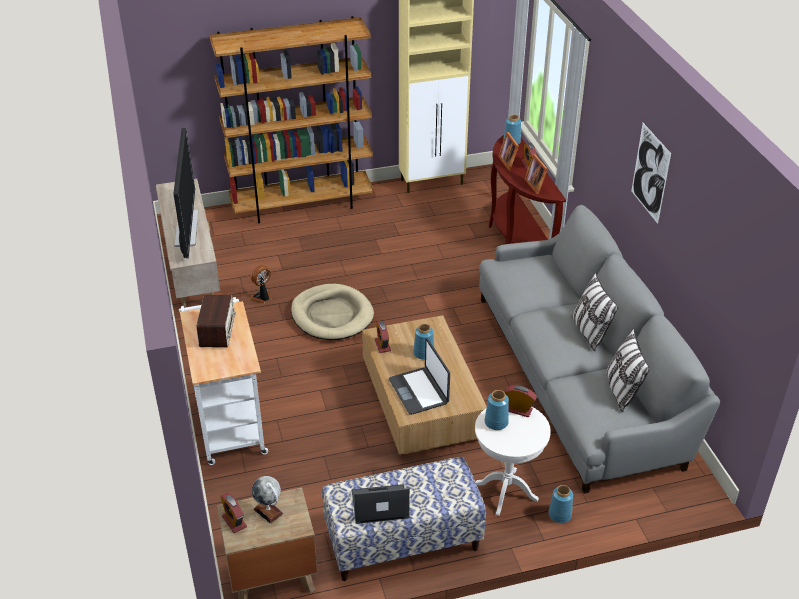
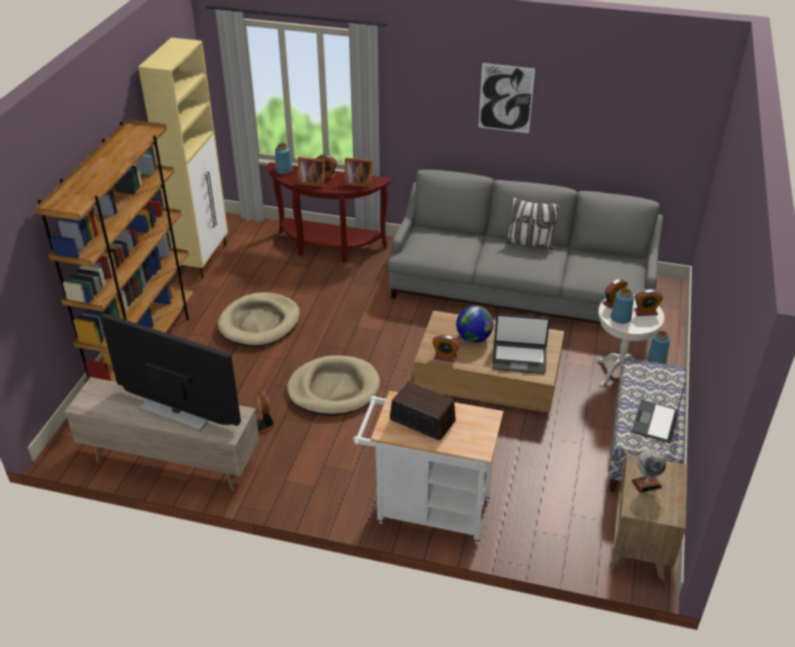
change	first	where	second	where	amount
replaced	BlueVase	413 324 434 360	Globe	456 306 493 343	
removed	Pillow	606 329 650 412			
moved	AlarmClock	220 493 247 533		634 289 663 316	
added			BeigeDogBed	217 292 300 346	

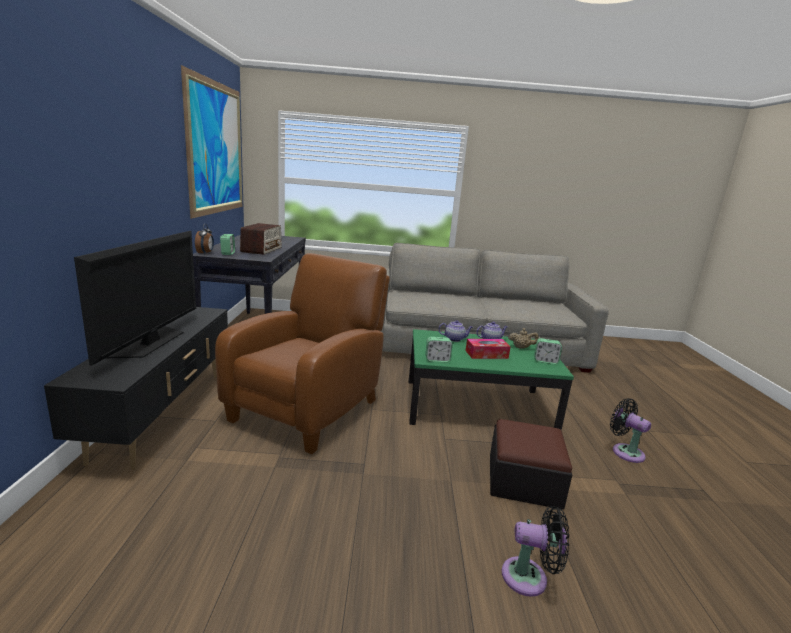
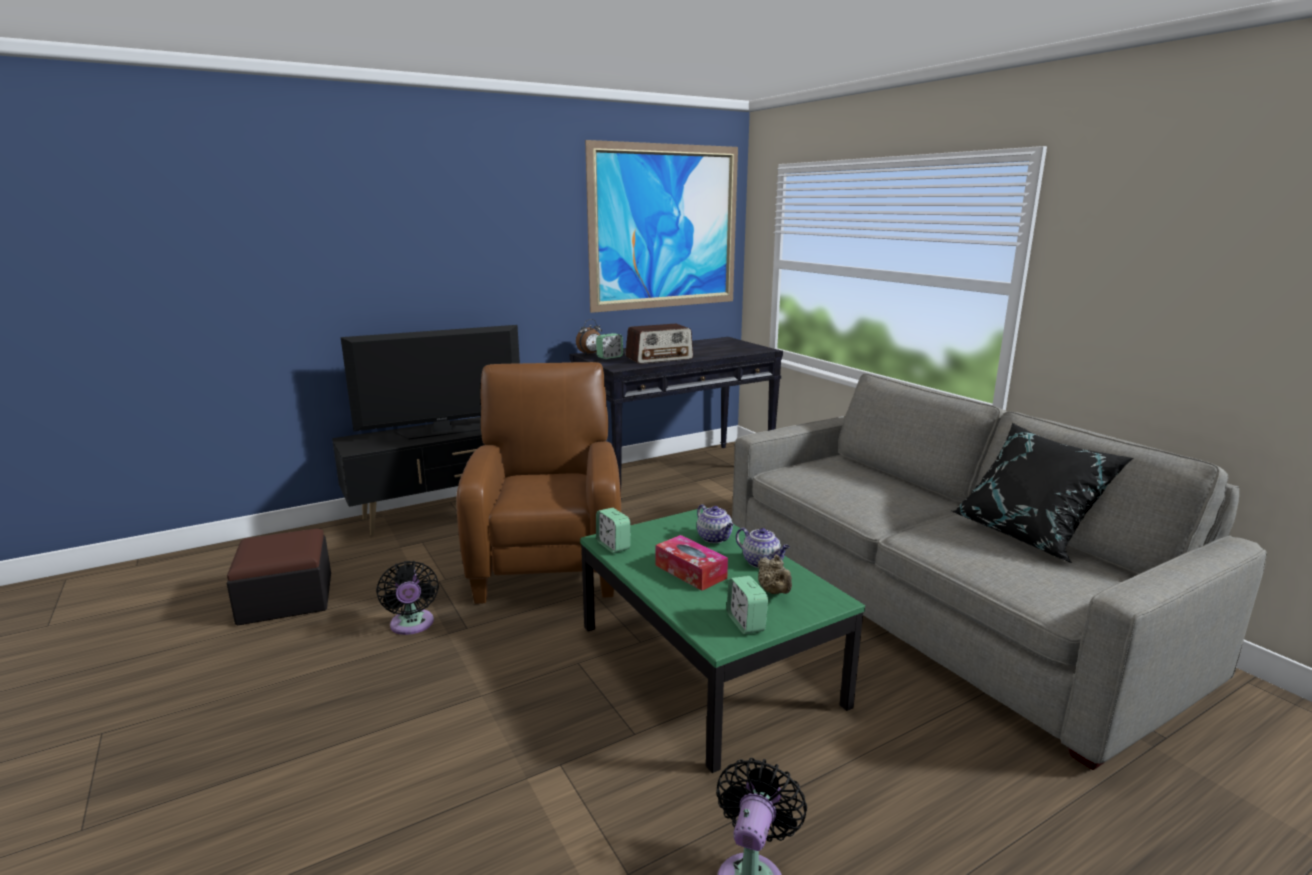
change	first	where	second	where	amount
turned	BrownArmchair	215 253 389 454		456 362 621 604	90 degrees counterclockwise
moved	Ottoman	490 419 572 510		227 529 331 626	
moved	BlackFan	502 506 569 597		376 561 439 635	
added			BlackPillow	952 423 1133 563	

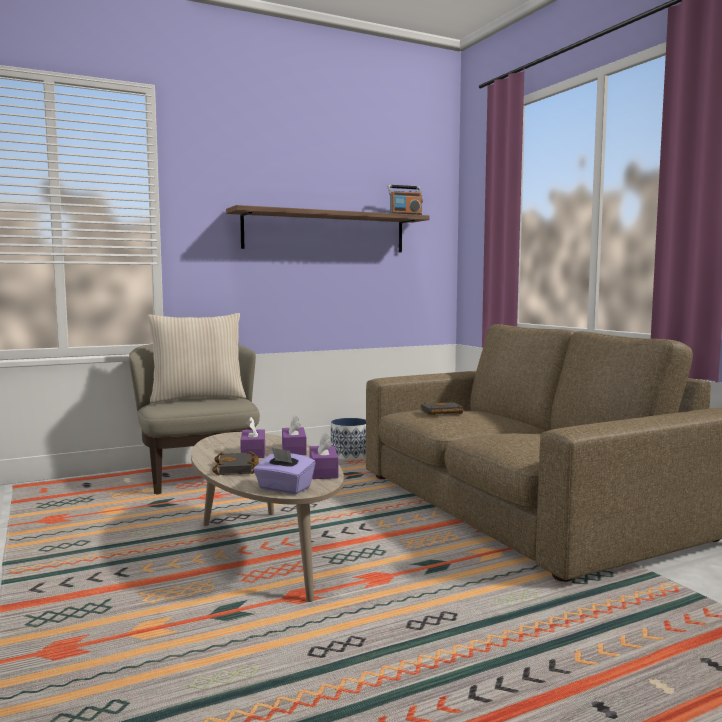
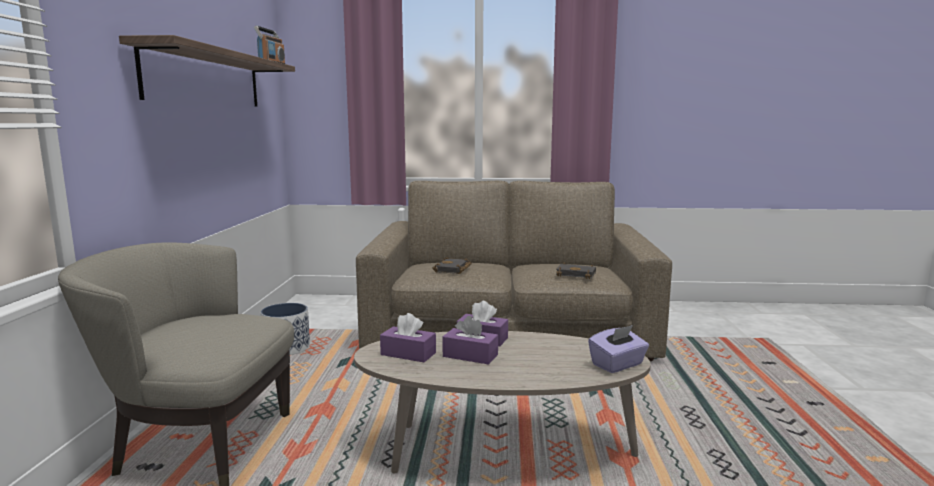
change	first	where	second	where	amount
removed	BeigePillow	147 313 246 403			
moved	PurpleTissueBox	310 432 338 479		380 313 436 362	
moved	BlackBook	212 451 259 475		556 262 596 279	

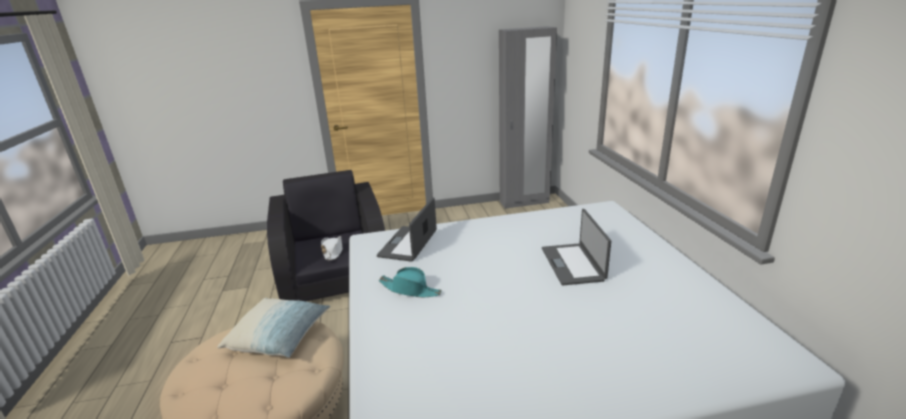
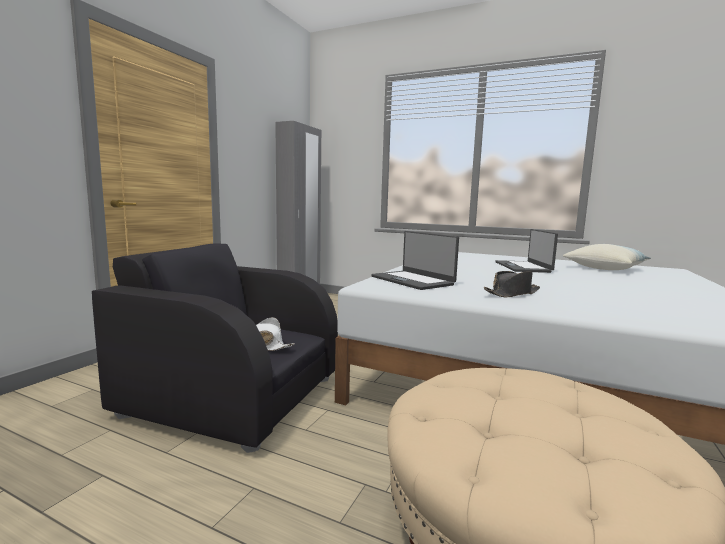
change	first	where	second	where	amount
turned	Laptop	542 209 611 285		495 229 558 273	60 degrees clockwise
recoloured	TurquoiseHat	379 267 442 298	BlackHat	484 271 540 297	
moved	Pillow	217 298 330 358		563 244 651 270	

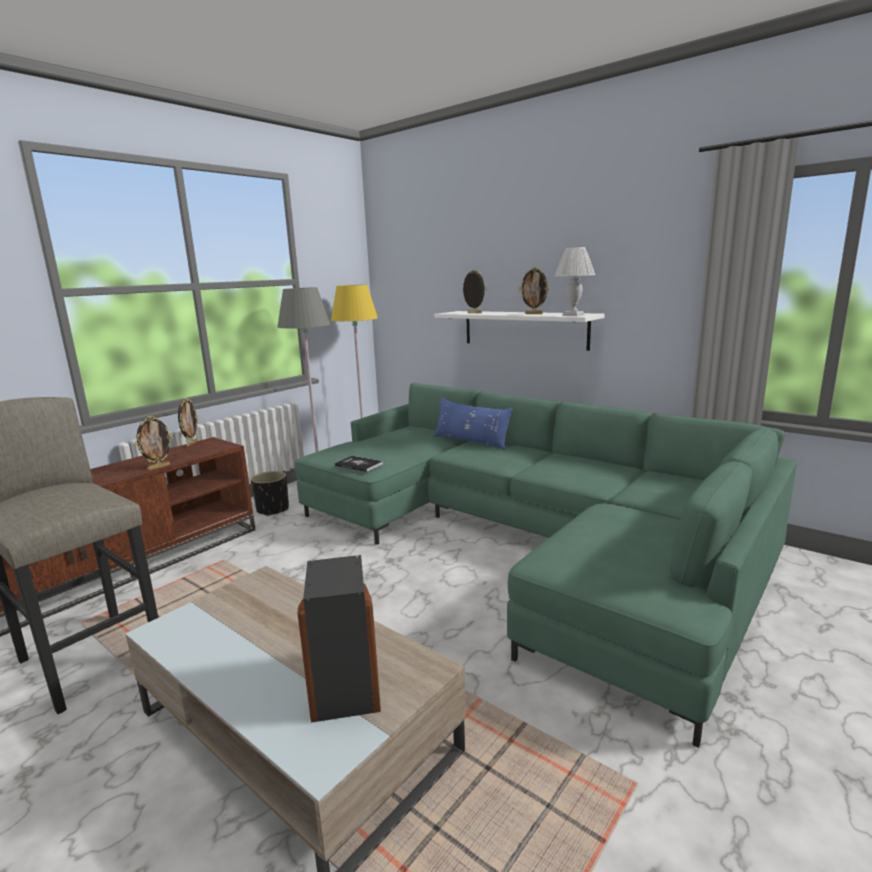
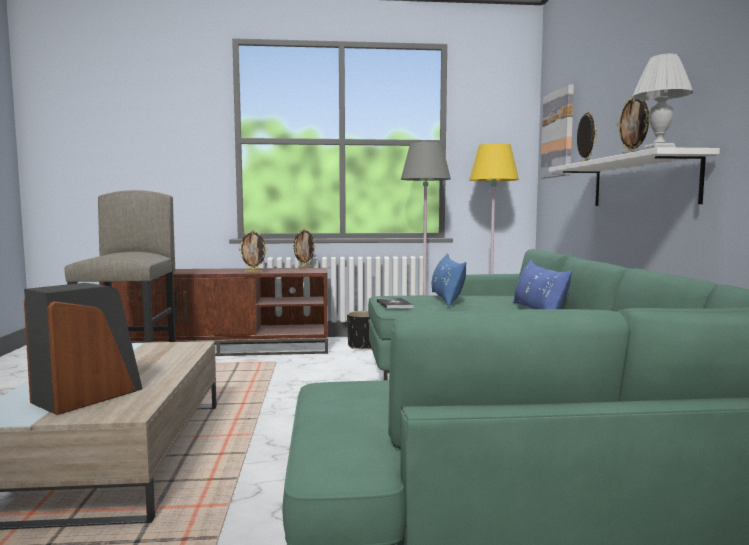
change	first	where	second	where	amount
added			Picture	540 84 574 179	
added			BluePillow	431 254 466 306	

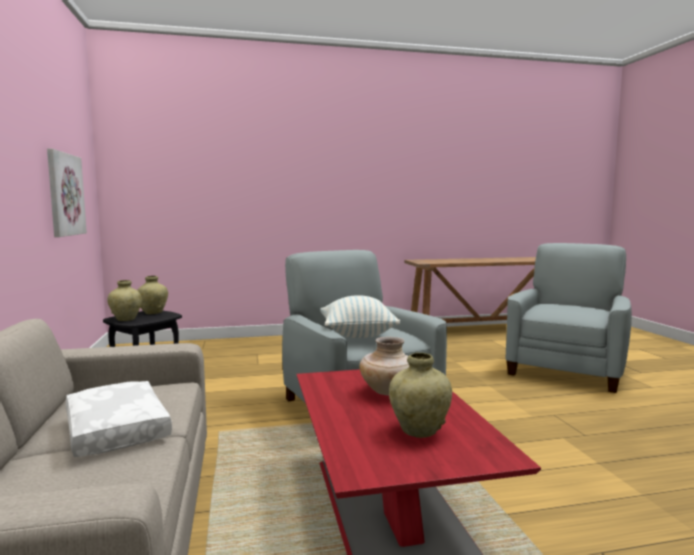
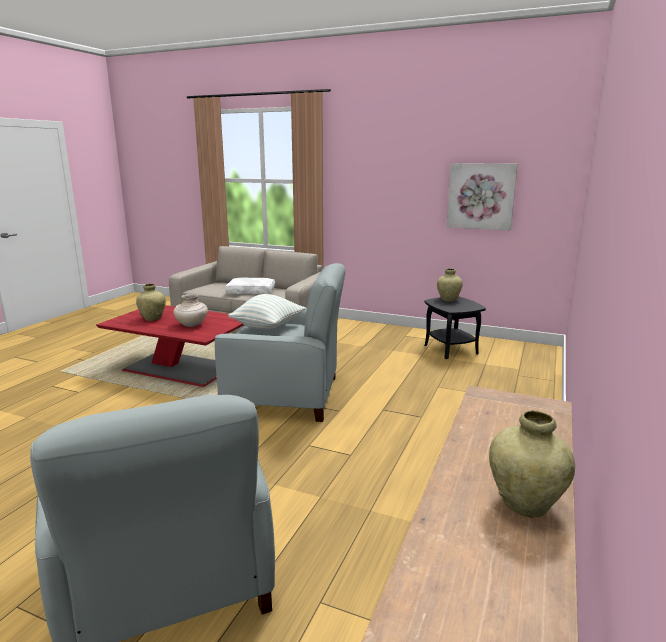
change	first	where	second	where	amount
moved	BeigeVase	137 276 168 314		489 410 575 518	

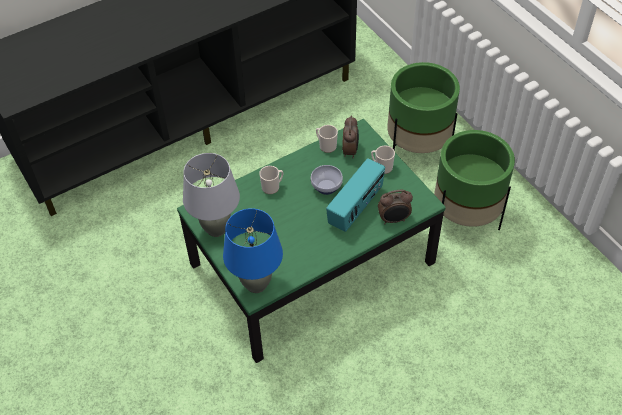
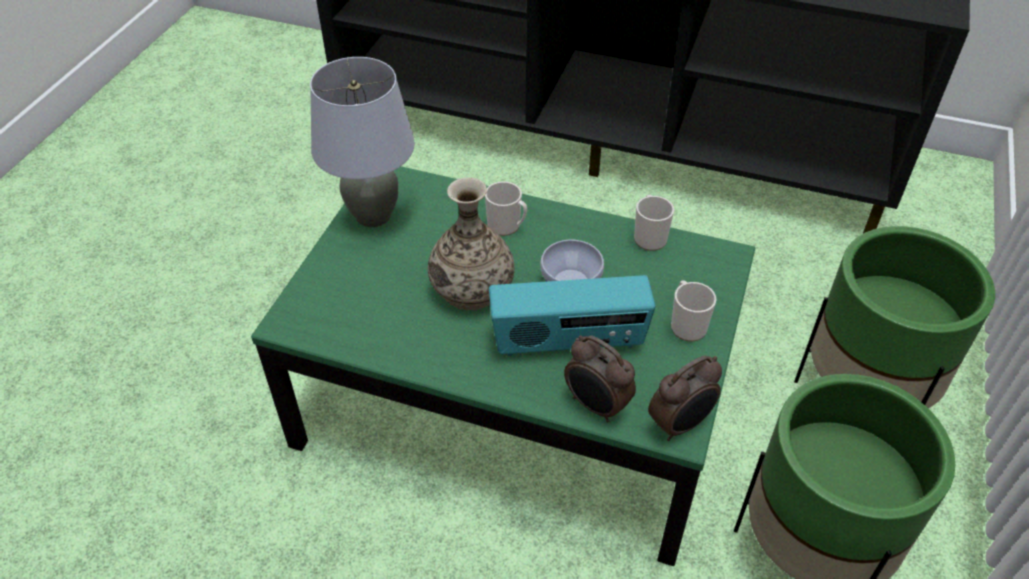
change	first	where	second	where	amount
moved	AlarmClock	342 115 359 159		648 356 722 441	
removed	BlueTableLamp	223 208 283 293			
added			Vase	428 177 514 310	

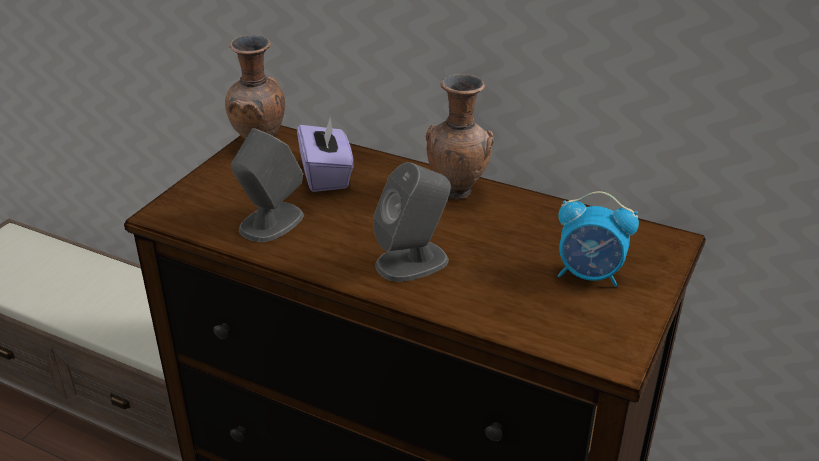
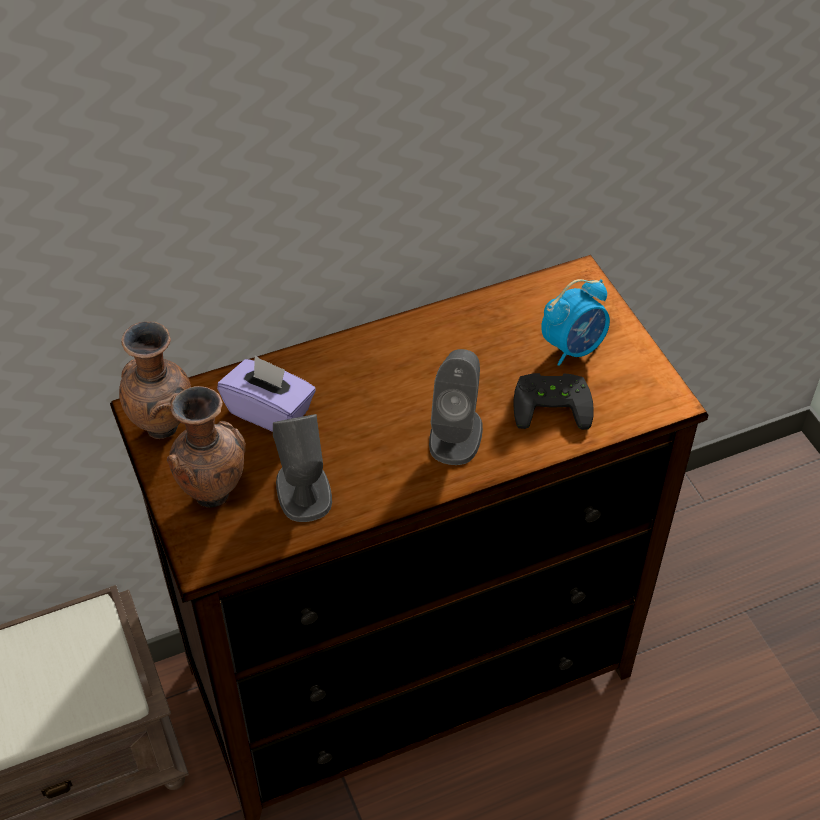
change	first	where	second	where	amount
moved	BrownVase	426 74 494 201		167 386 246 508	
added			BlackGameController	513 373 593 430	

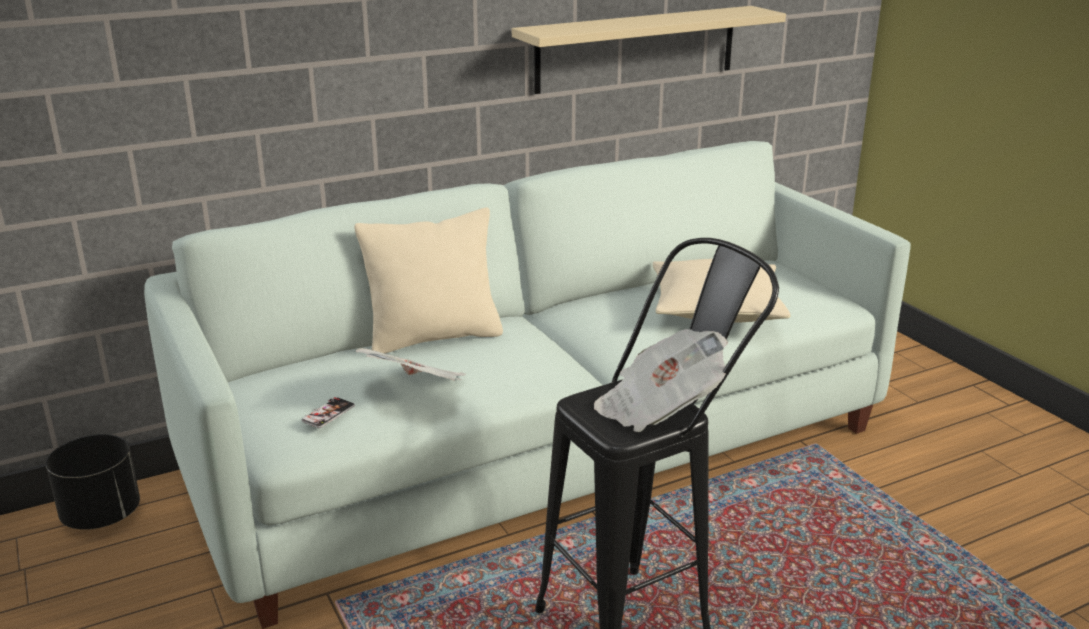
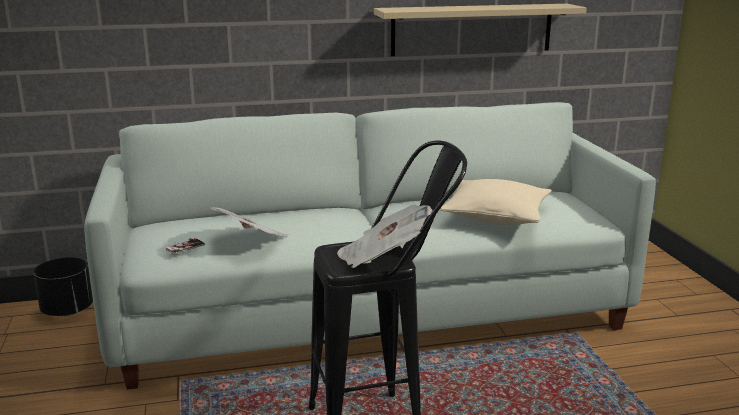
change	first	where	second	where	amount
removed	BeigePillow	354 207 503 353			

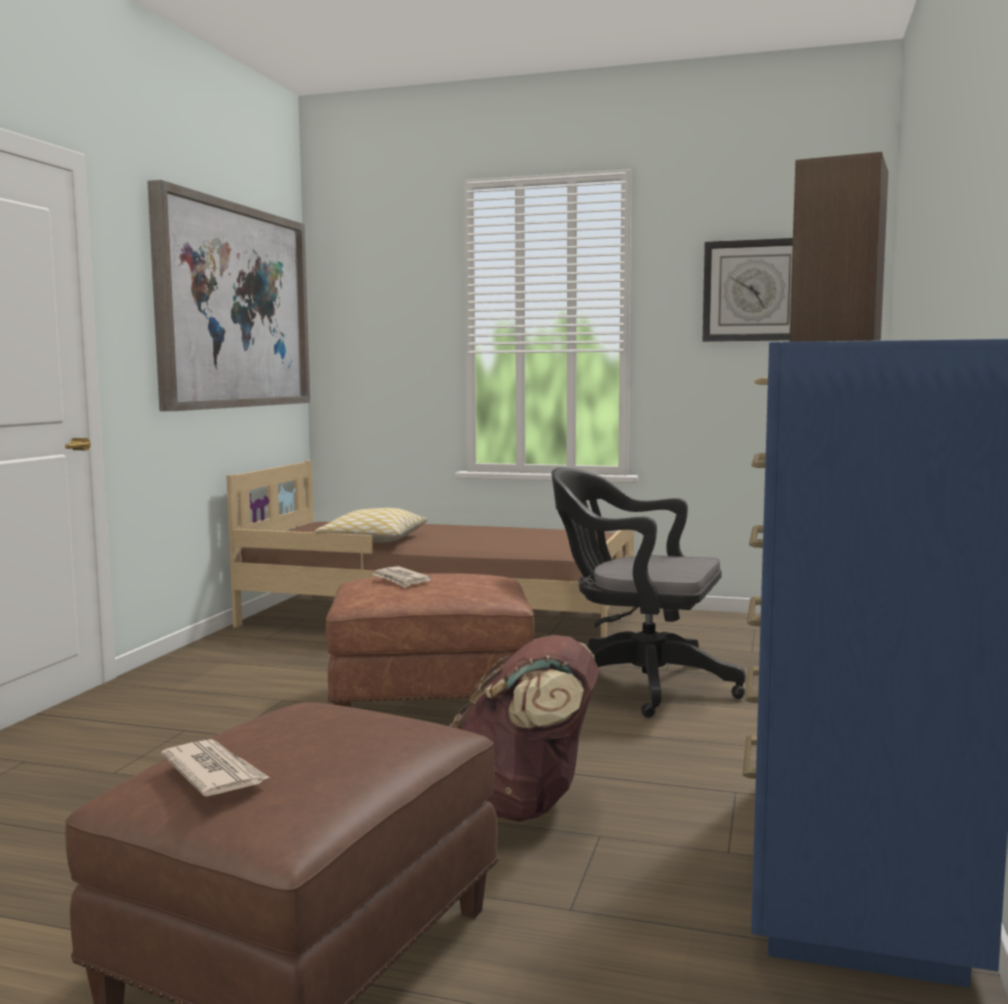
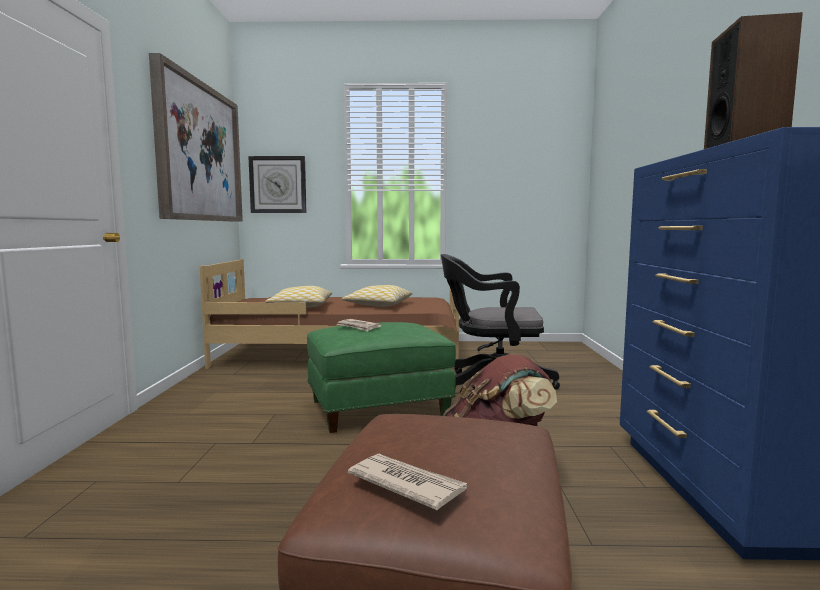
change	first	where	second	where	amount
moved	WallClock	703 238 793 342		248 156 307 213	
recoloured	BrownOttoman	326 573 534 707	GreenOttoman	307 322 456 433	
added			Pillow	342 285 413 307	

